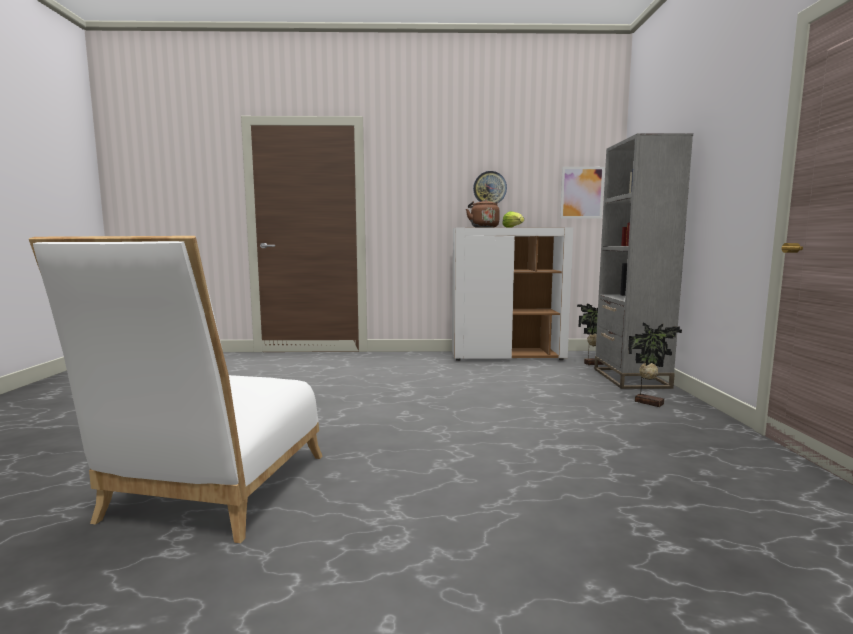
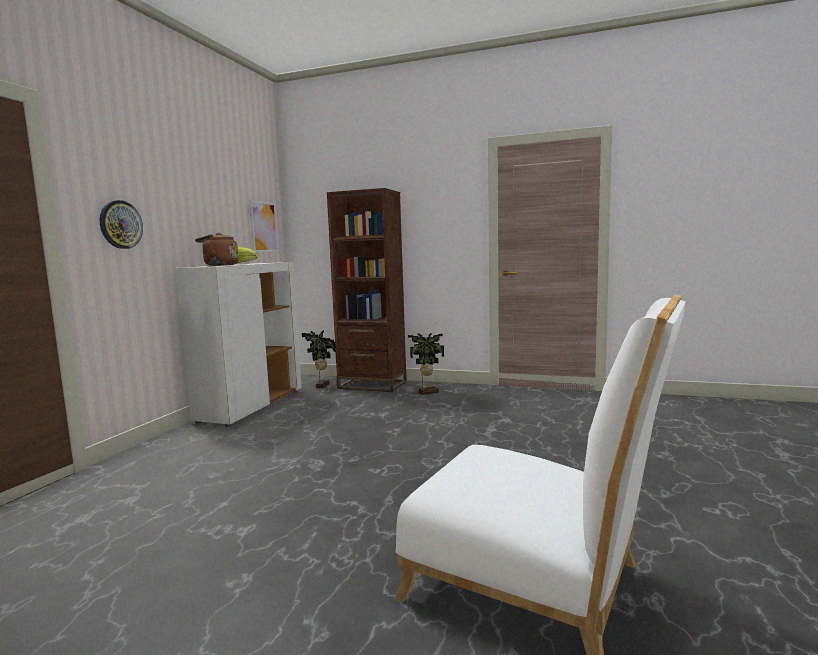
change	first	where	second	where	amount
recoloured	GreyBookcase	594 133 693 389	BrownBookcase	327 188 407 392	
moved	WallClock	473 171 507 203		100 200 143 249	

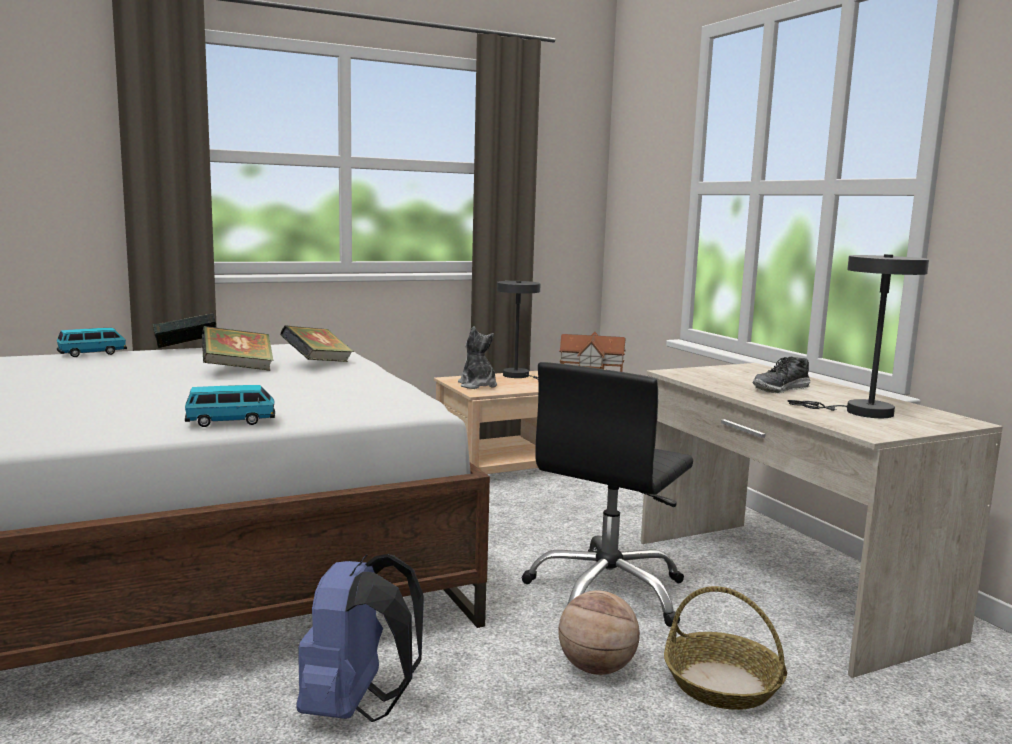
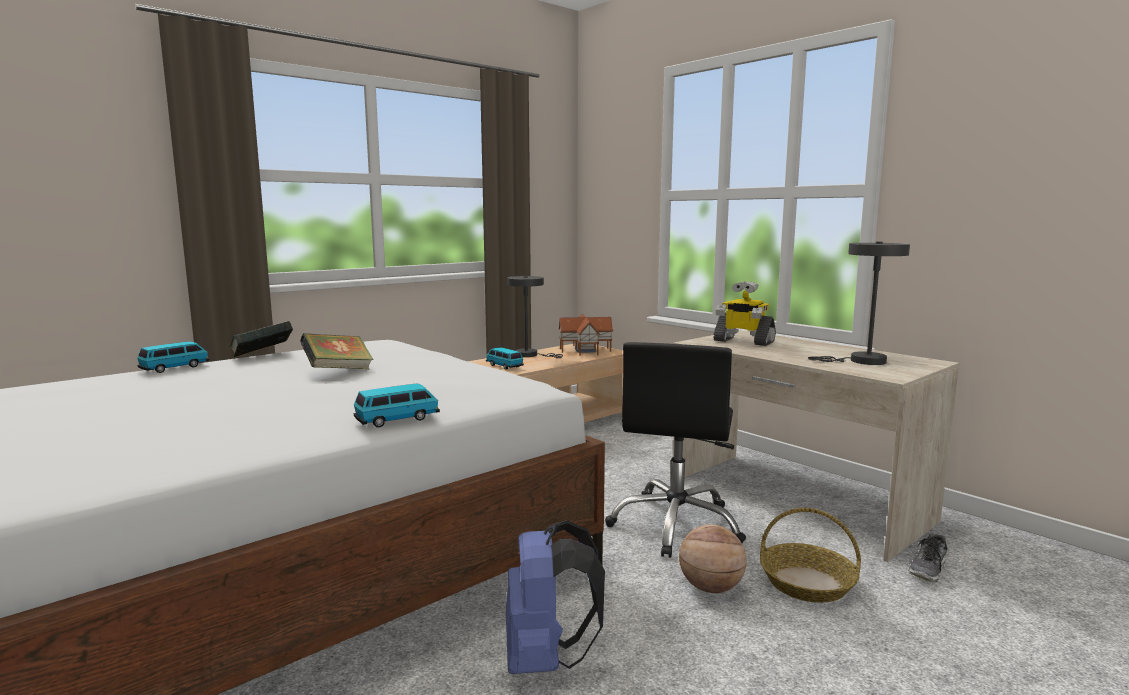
change	first	where	second	where	amount
removed	Book	280 325 354 362			
replaced	PlushToy	458 326 497 389	ToyCar	486 347 524 370	
moved	Shoe	752 357 810 393		908 534 947 582	
added			ToyRobot	713 281 776 346	

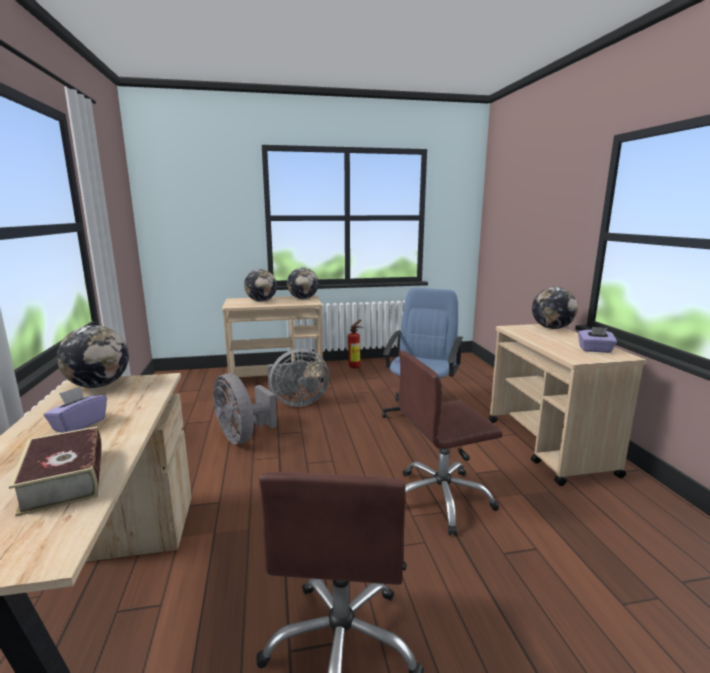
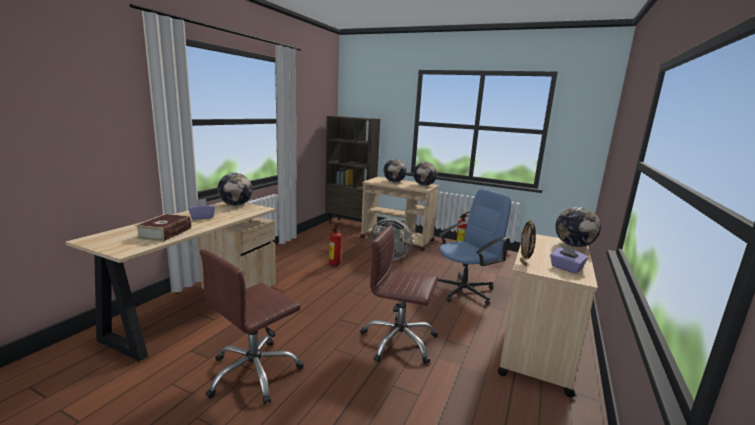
change	first	where	second	where	amount
replaced	GreyFan	213 373 277 444	FireExtinguisher	329 224 342 266	
added			BrownBookcase	325 116 380 225	
added			PictureFrame	520 219 536 267	

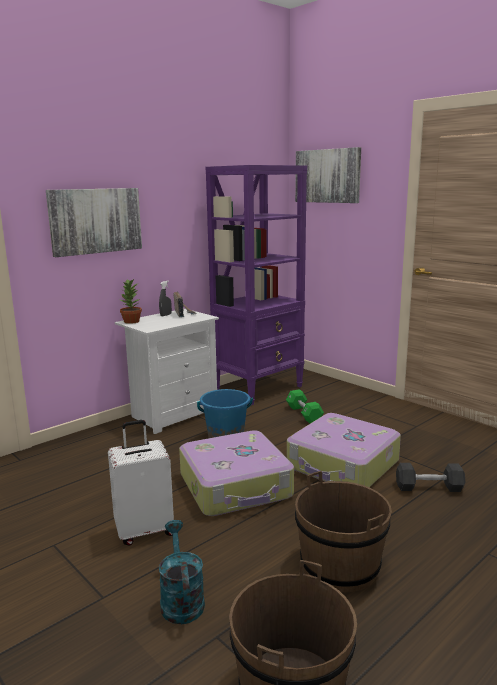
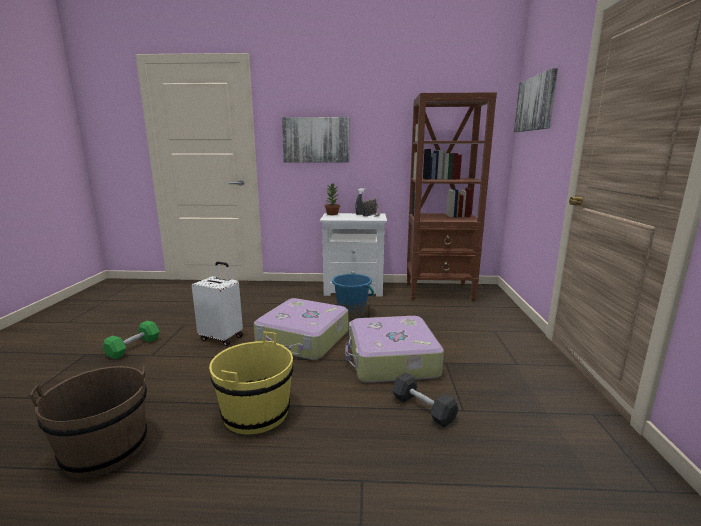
change	first	where	second	where	amount
recoloured	PurpleBookcase	206 165 307 405	BrownBookcase	407 92 497 302	
moved	GreenDumbbell	286 389 324 423		103 320 160 359	
recoloured	BrownBucket	295 471 392 592	YellowBucket	209 331 293 435	
removed	TurquoiseWateringCan	159 520 205 624			

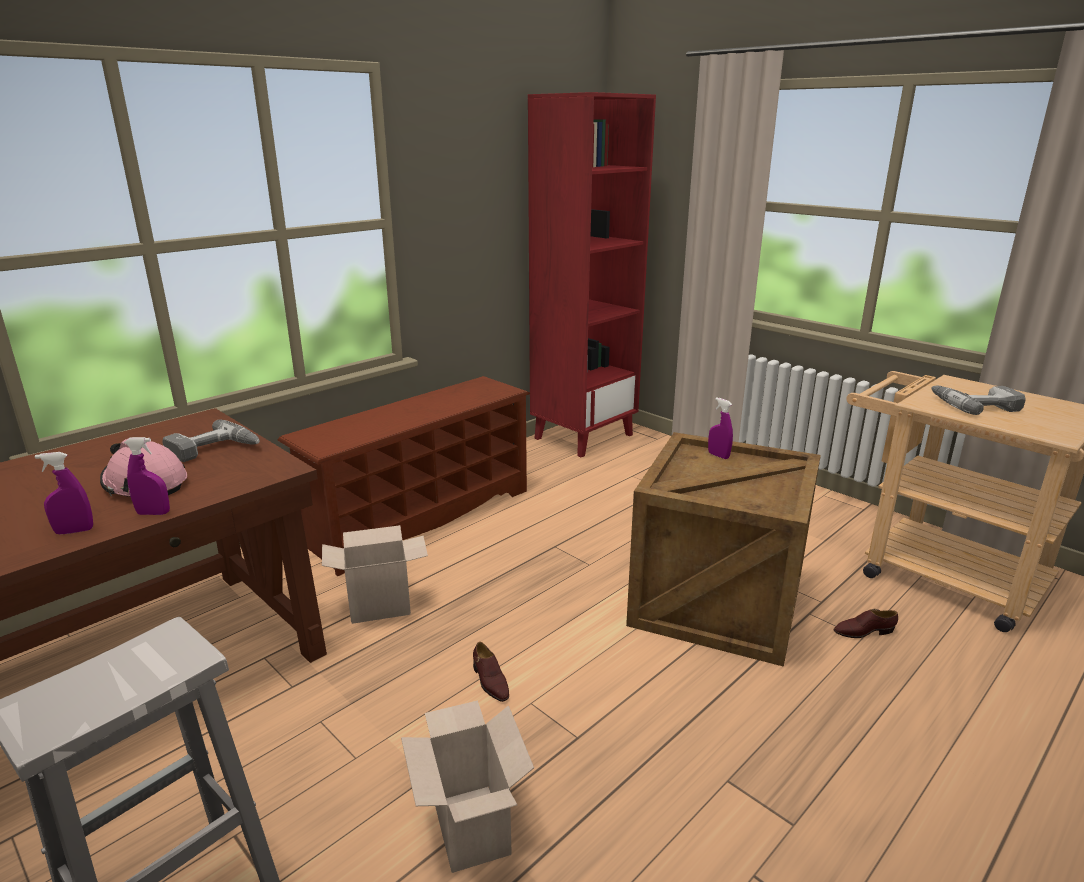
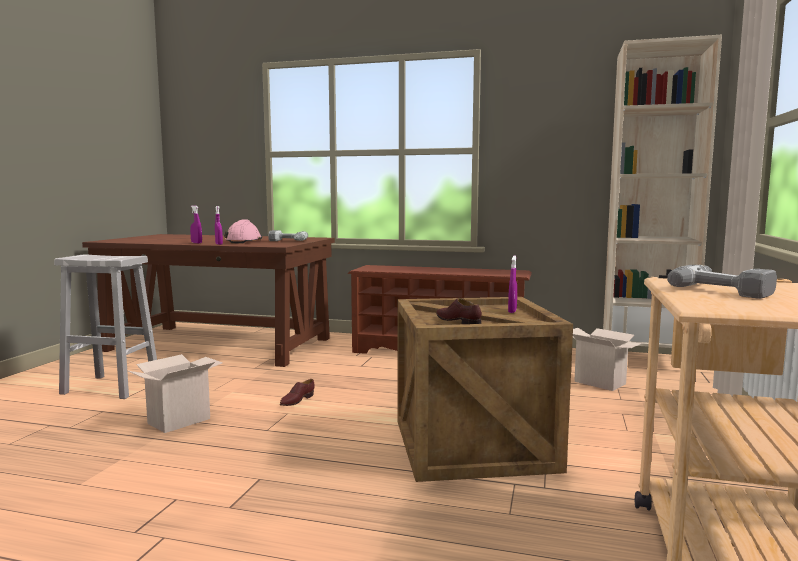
change	first	where	second	where	amount
recoloured	RedBookcase	528 92 656 457	BeigeBookcase	603 35 722 348	
moved	CardboardBox	322 525 428 624		573 328 642 391	
moved	BrownShoe	834 609 898 638		436 298 482 324	

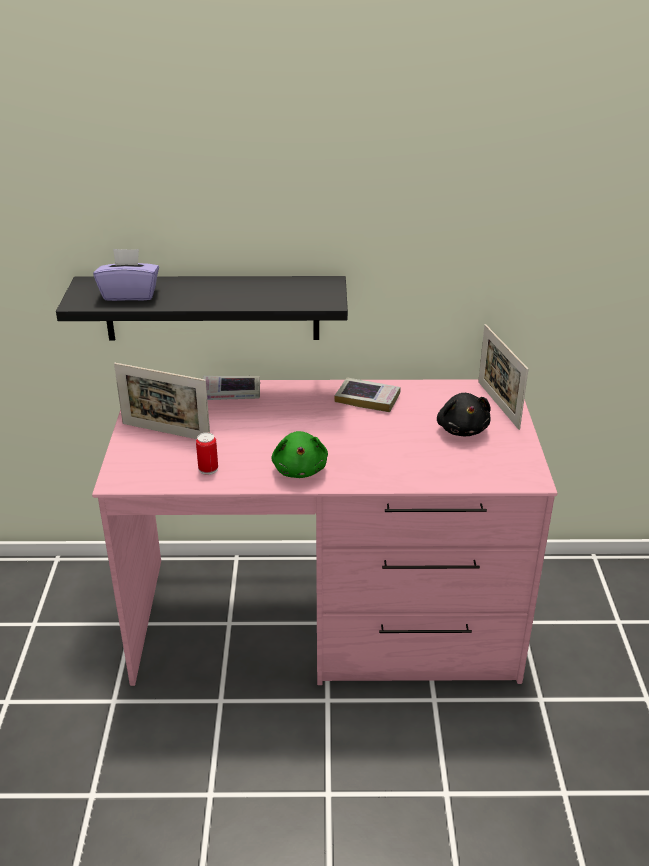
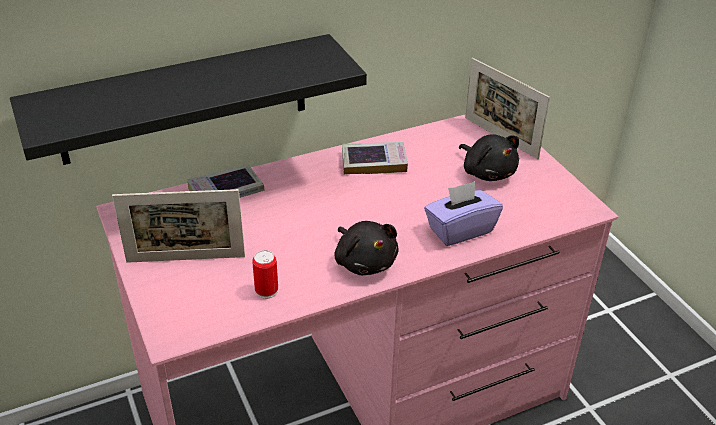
change	first	where	second	where	amount
moved	PurpleTissueBox	93 249 159 301		424 181 503 246	
recoloured	GreenPlushToy	271 431 328 478	BlackPlushToy	335 221 399 275	

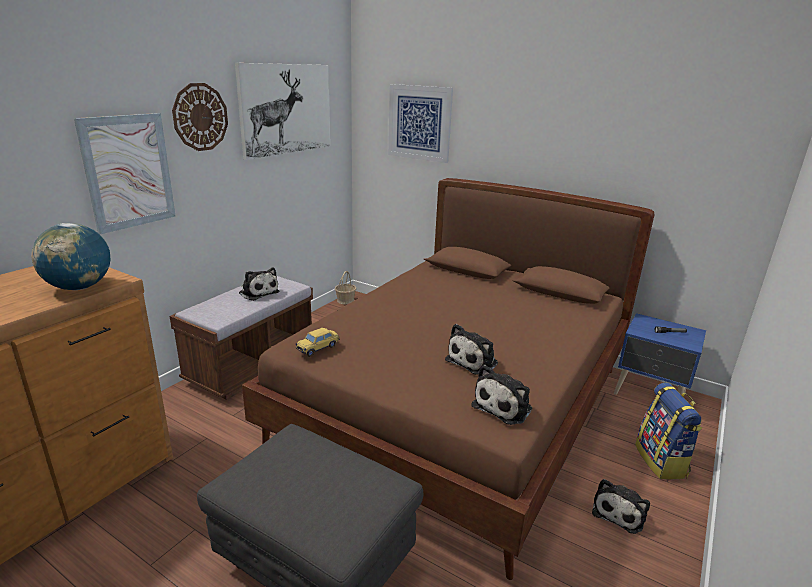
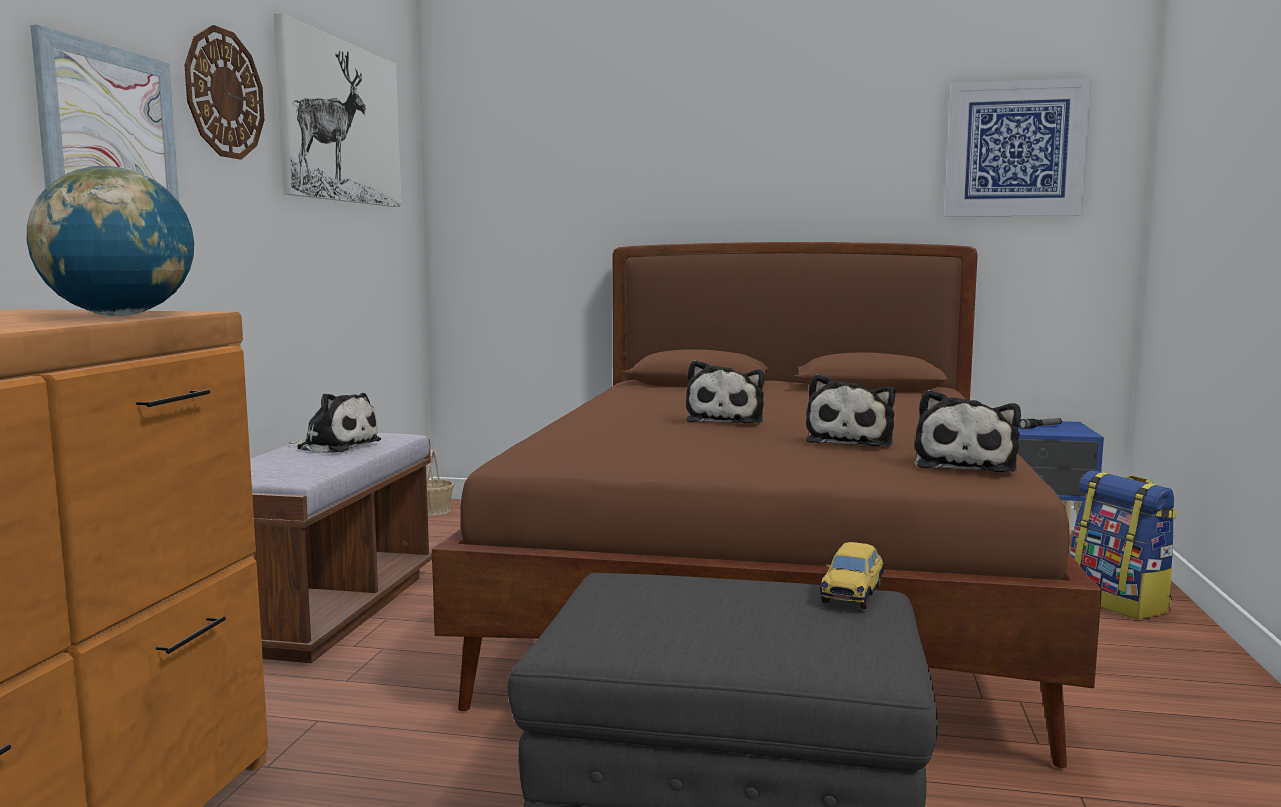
change	first	where	second	where	amount
moved	Picture	388 84 453 163		944 78 1092 217	
moved	ToyCar	296 328 340 357		820 542 884 609	
moved	PlushToy	592 479 650 534		686 360 764 423	

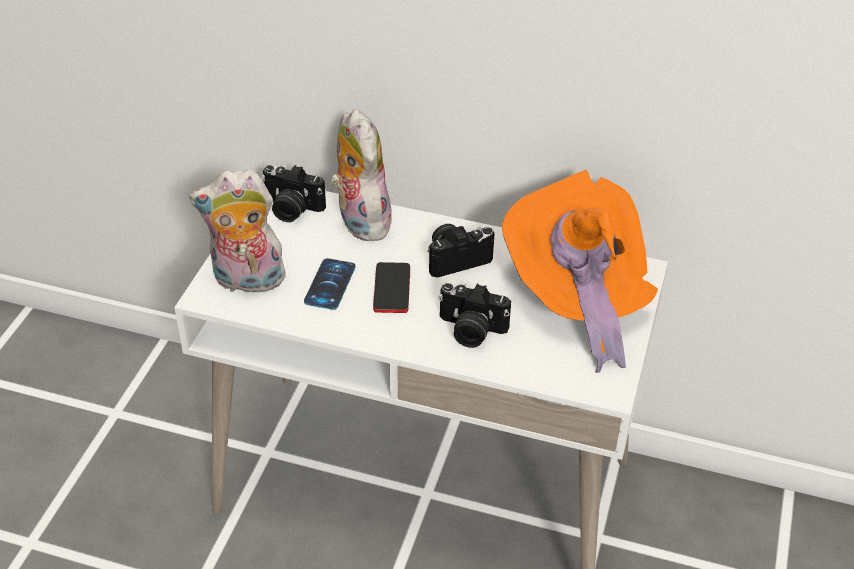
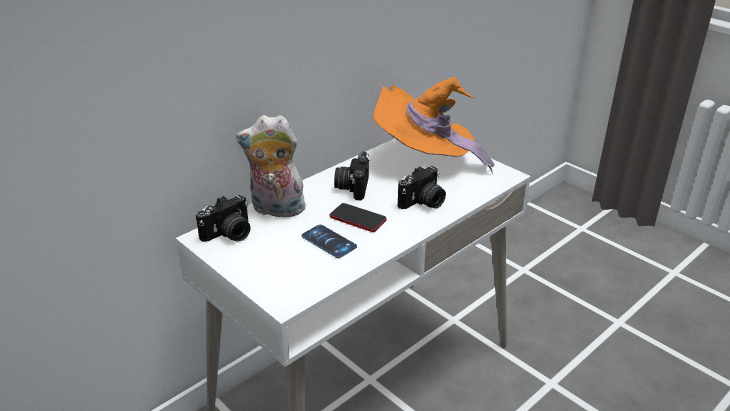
change	first	where	second	where	amount
removed	PlushToy	189 169 286 297			

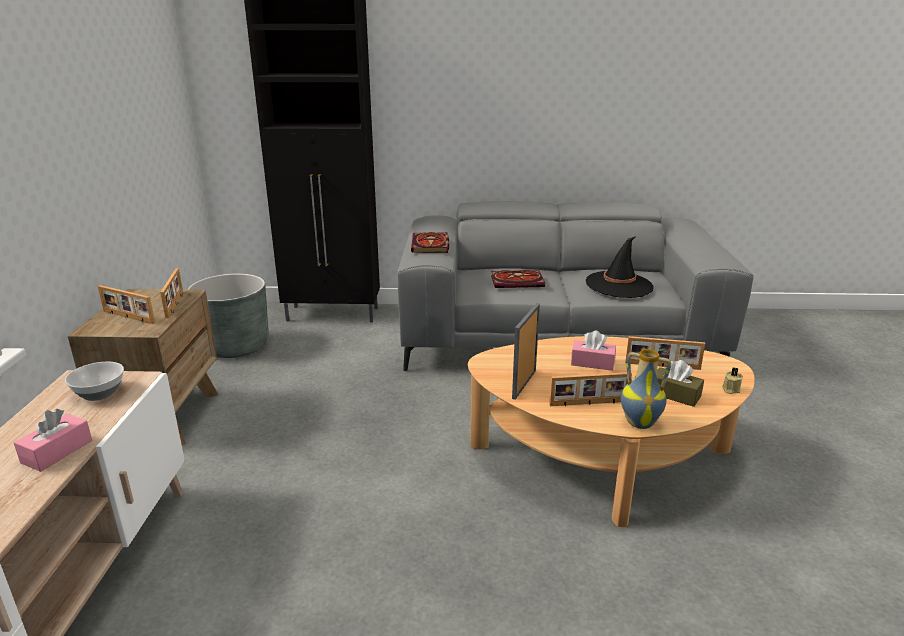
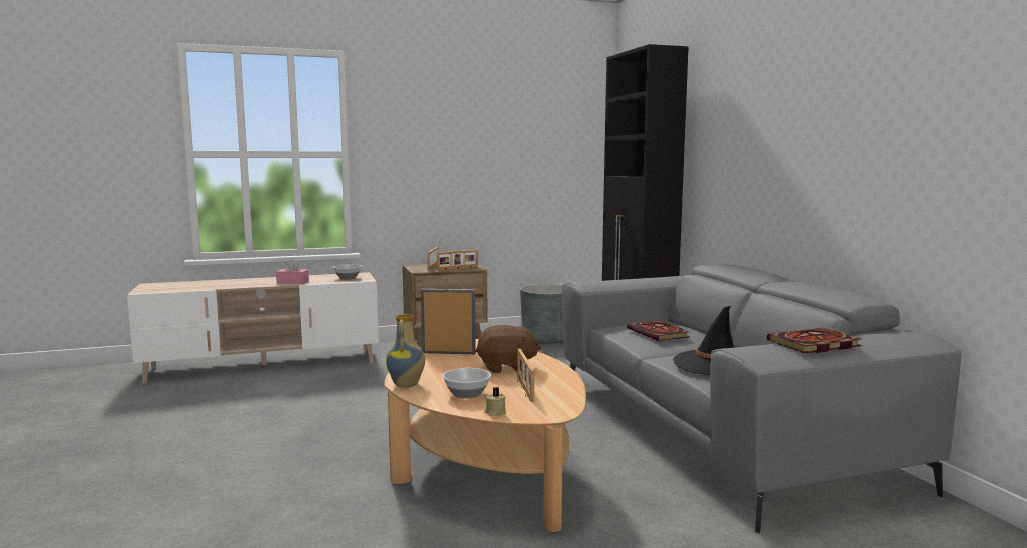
change	first	where	second	where	amount
moved	Book	411 232 449 253		767 328 862 354	
replaced	PinkTissueBox	571 331 616 371	BrownPlushToy	476 325 541 373	
replaced	BrownTissueBox	657 360 704 407	Bowl	443 368 491 399	
removed	PictureFrame	549 372 632 406			

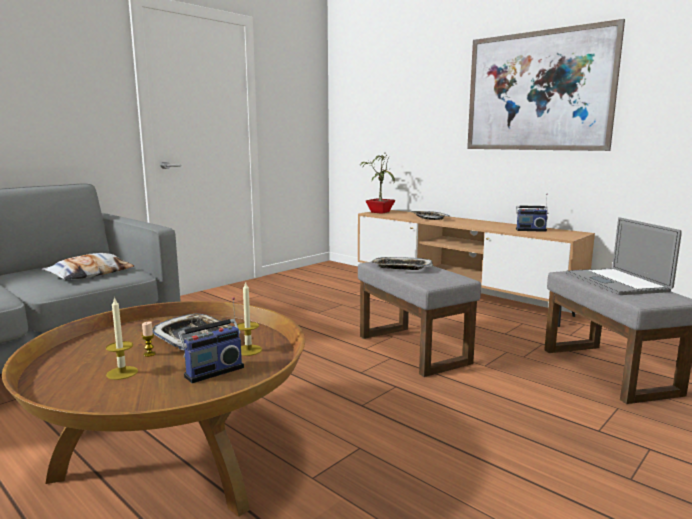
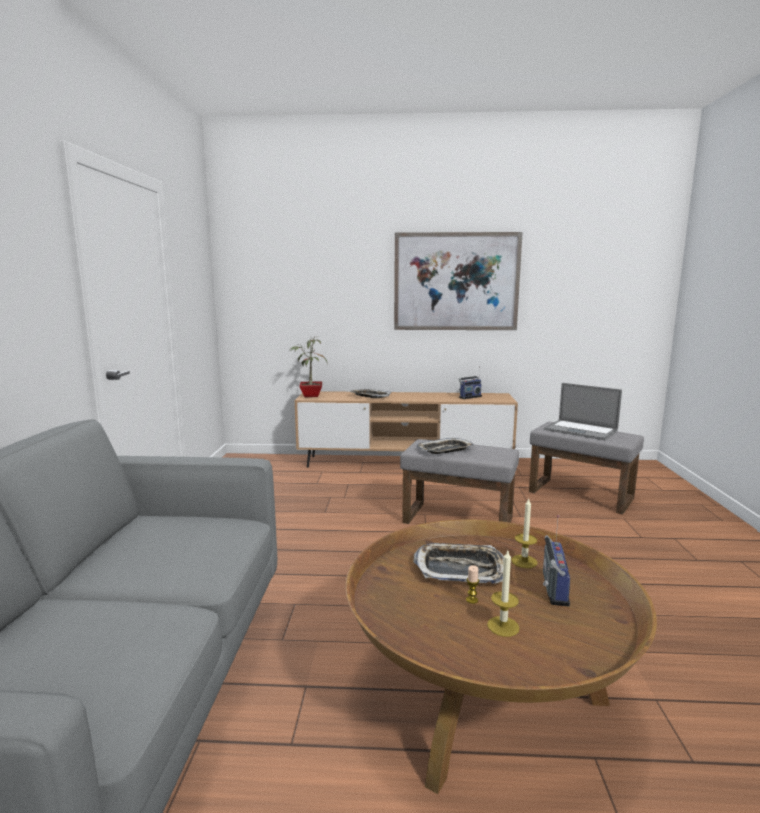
change	first	where	second	where	amount
removed	Pillow	42 253 134 280			

